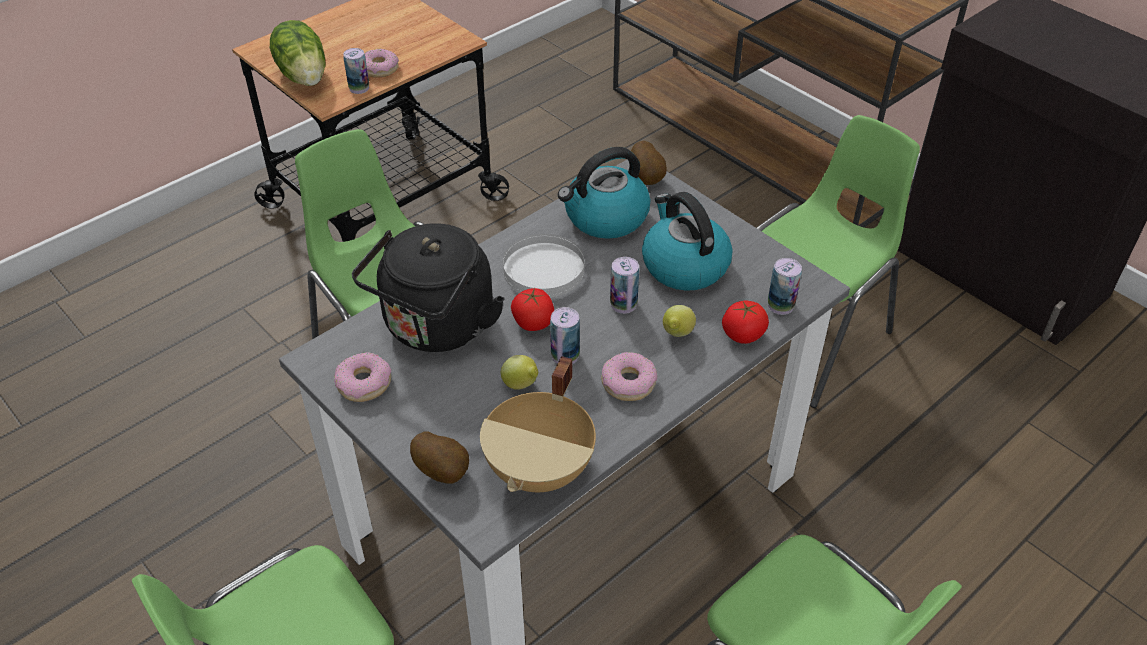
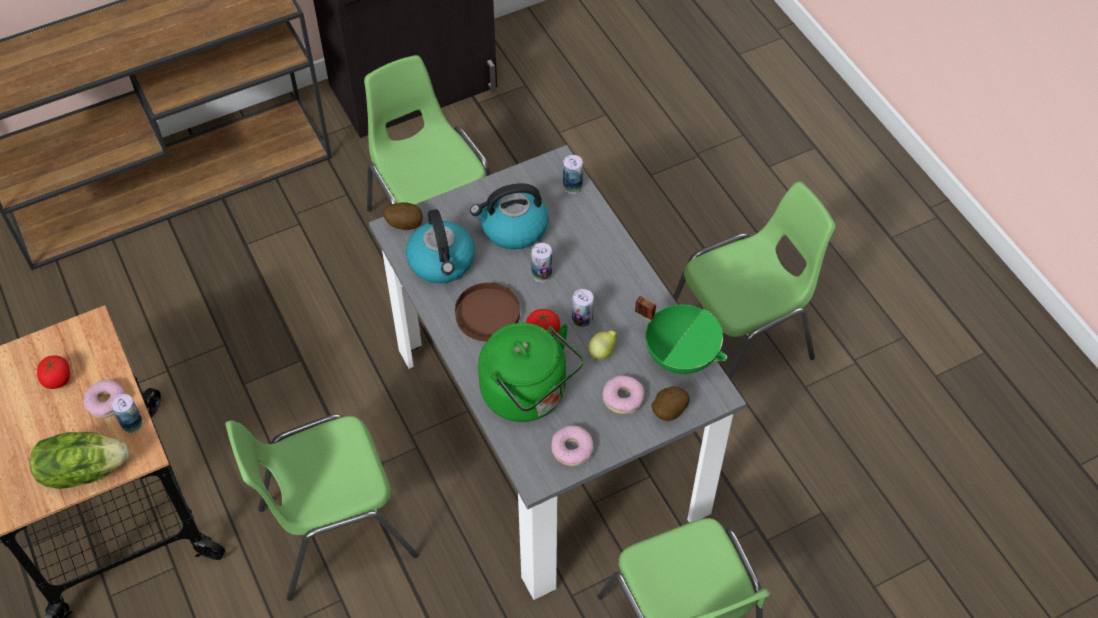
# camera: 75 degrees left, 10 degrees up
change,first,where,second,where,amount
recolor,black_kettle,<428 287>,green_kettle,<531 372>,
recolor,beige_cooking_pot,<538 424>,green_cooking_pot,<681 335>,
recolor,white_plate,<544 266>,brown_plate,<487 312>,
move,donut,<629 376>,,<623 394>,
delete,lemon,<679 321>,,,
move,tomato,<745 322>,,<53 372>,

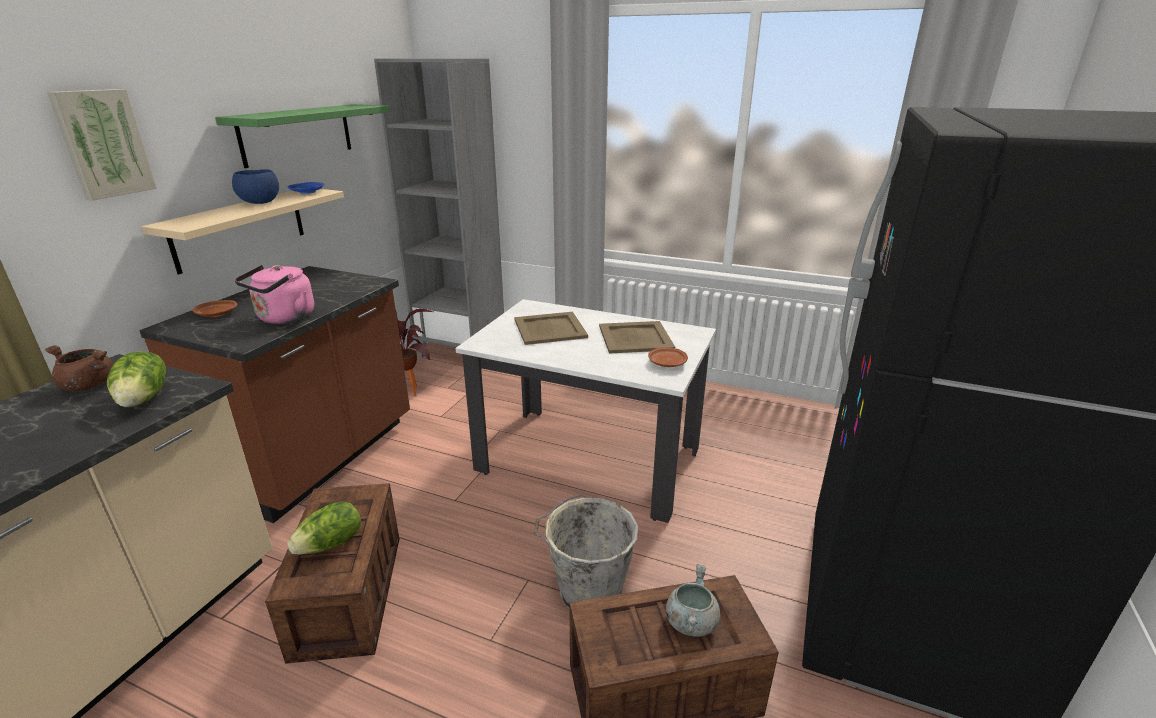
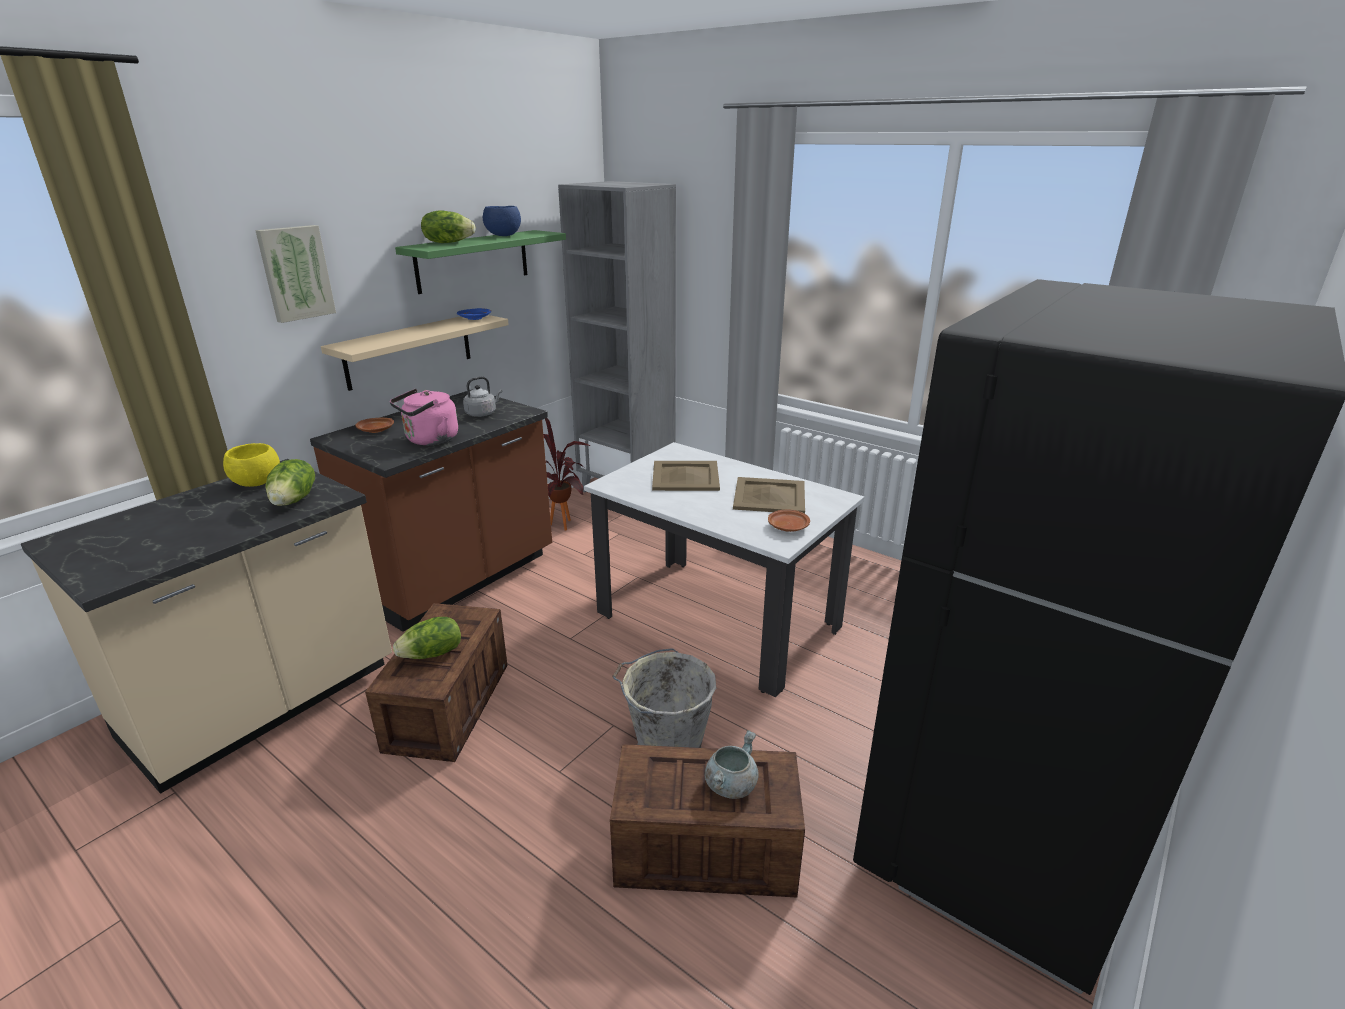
# camera: 15 degrees right, 0 degrees up
change,first,where,second,where,amount
replace,brown_cooking_pot,<79 368>,yellow_bowl,<251 465>,
move,blue_bowl,<255 186>,,<502 221>,
insert,,,lettuce,<448 226>,
insert,,,grey_kettle,<482 396>,

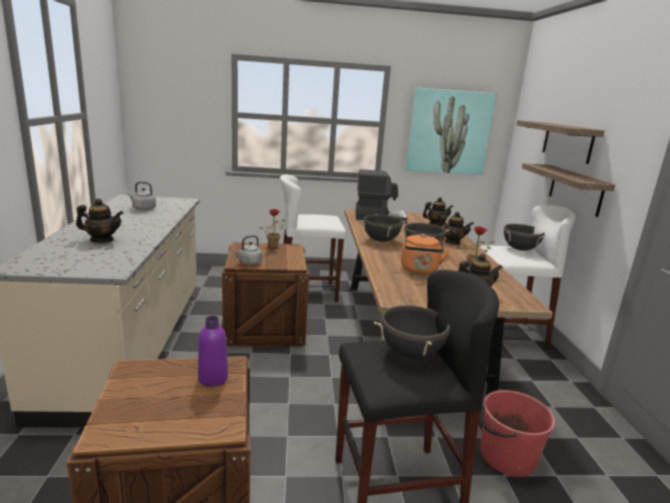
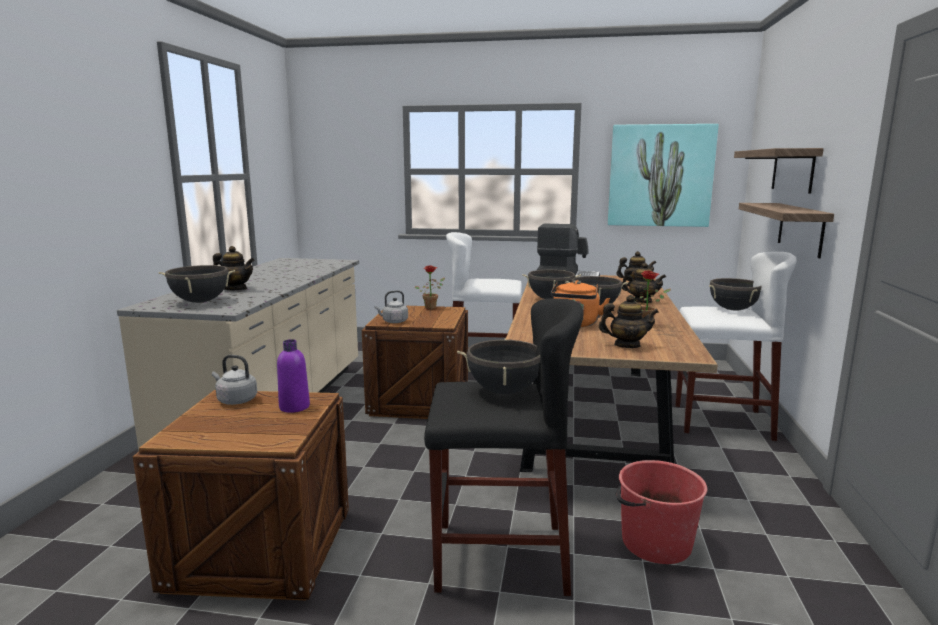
# camera: 15 degrees right, 5 degrees down
change,first,where,second,where,amount
move,grey_kettle,<141 196>,,<234 380>,
insert,,,black_cooking_pot,<197 284>,

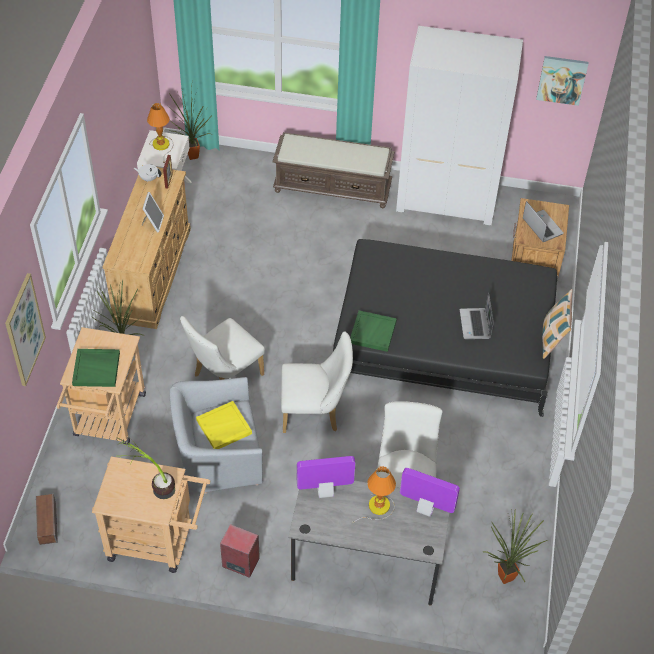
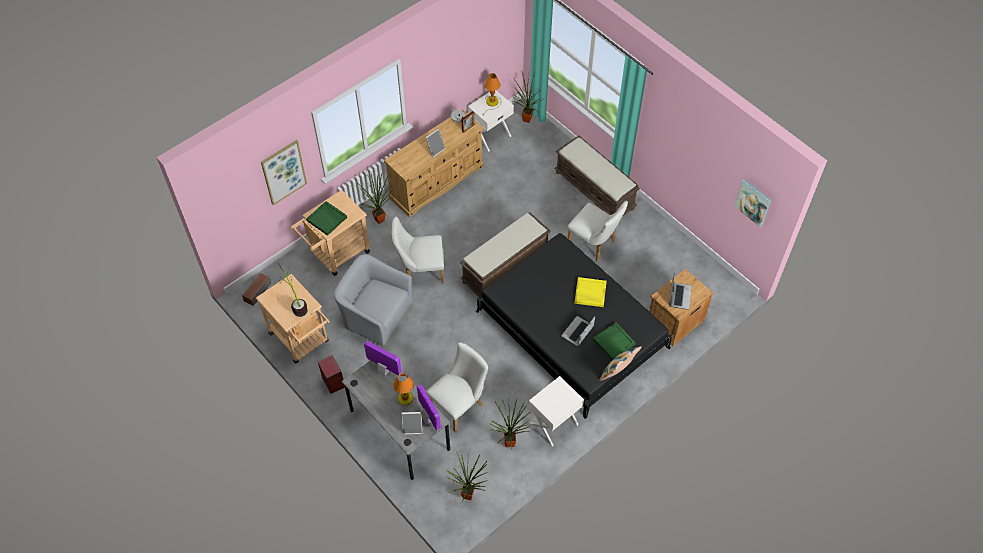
# camera: 40 degrees right, 5 degrees up
change,first,where,second,where,amount
move,yellow_tray,<224 425>,,<591 292>,
move,white_chair,<317 382>,,<598 230>,
move,green_tray,<373 331>,,<614 341>,
delete,white_wardrobe,<459 126>,,,
insert,,,picture_frame,<411 423>,
insert,,,brown_bench,<505 254>,
insert,,,potted_plant,<510 424>,
insert,,,white_nightstand,<556 411>,

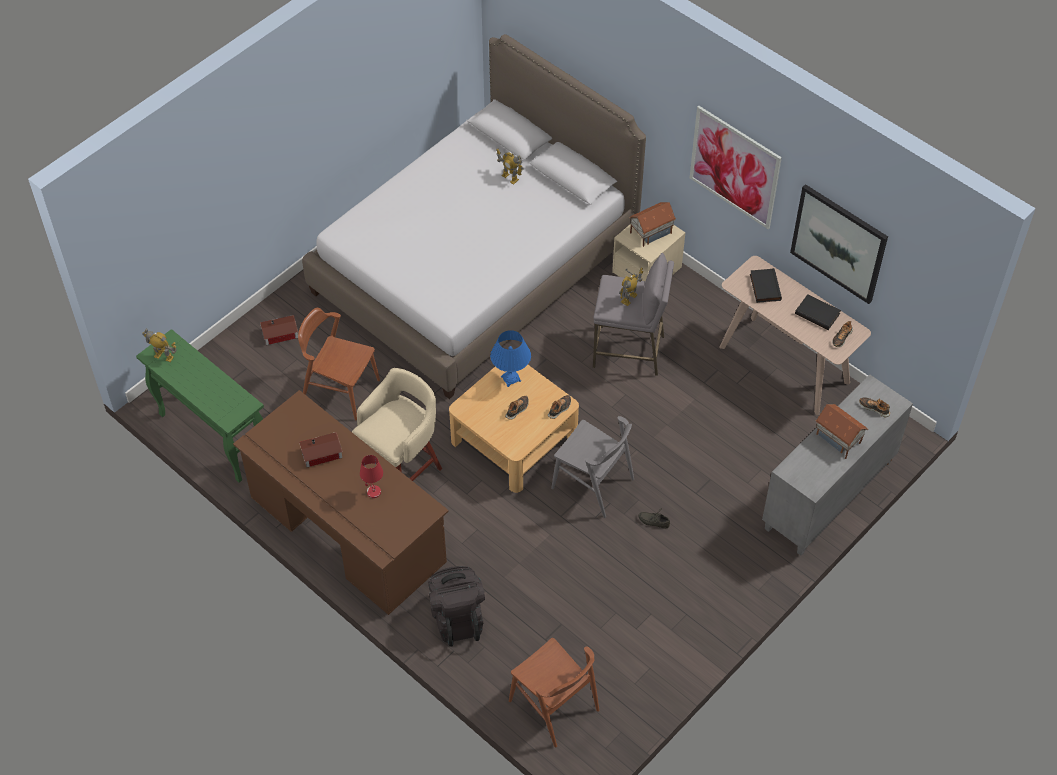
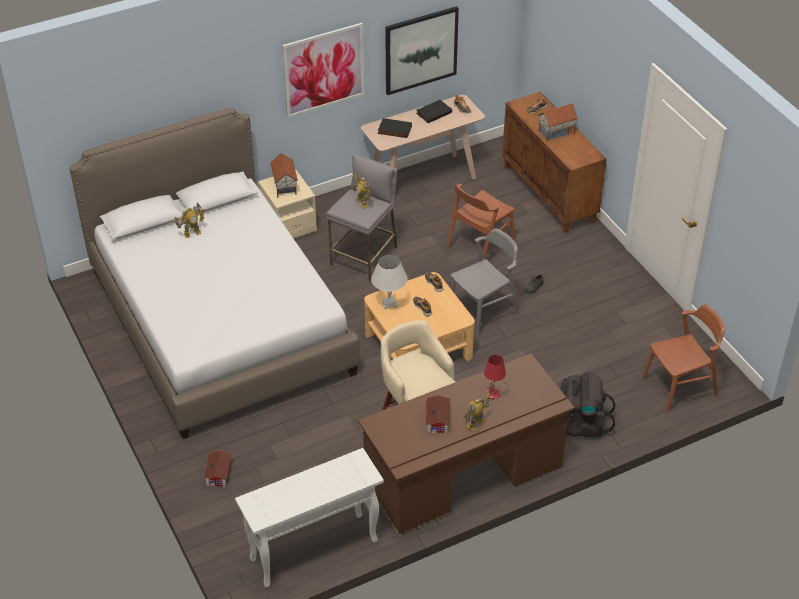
# camera: 70 degrees left, 10 degrees down
change,first,where,second,where,amount
recolor,green_console_table,<200 406>,white_console_table,<309 518>,
move,toy_robot,<159 345>,,<477 412>,
move,brown_chair,<339 364>,,<481 221>,
recolor,blue_table_lamp,<510 358>,white_table_lamp,<389 282>,
recolor,grey_cabinet,<837 465>,brown_cabinet,<554 162>,

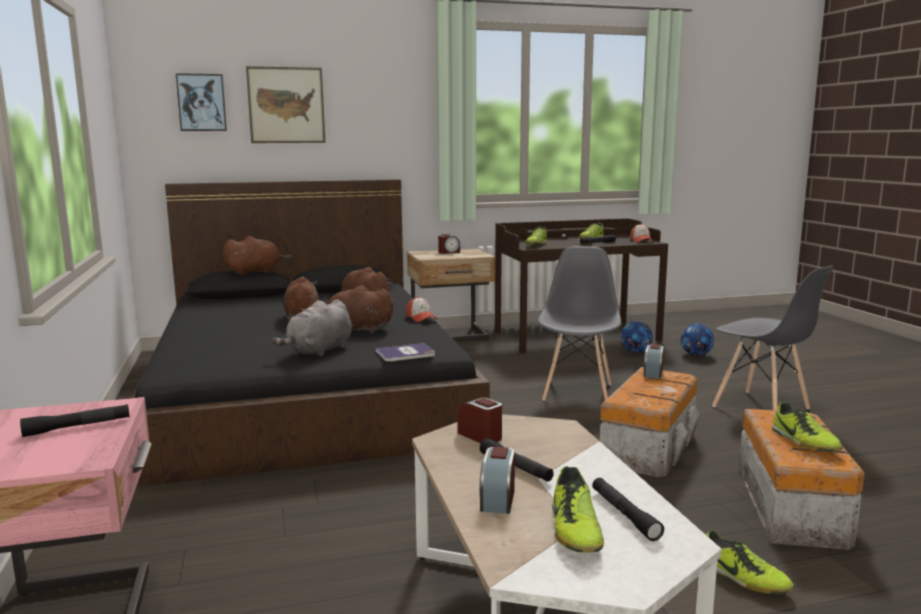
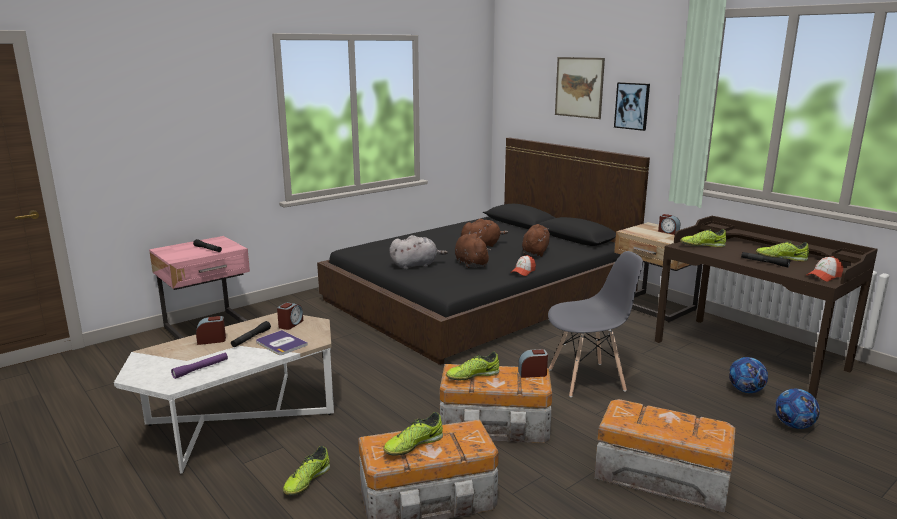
# camera: 65 degrees right, 5 degrees up
change,first,where,second,where,amount
move,picture,<201 102>,,<632 106>,
delete,brown_plush_toy,<257 255>,,,
rotate,grey_plush_toy,<312 328>,,<418 252>,150 degrees clockwise
move,book,<405 352>,,<282 342>,
move,shoe,<578 509>,,<472 366>,
recolor,black_flashlight,<628 509>,purple_flashlight,<199 366>,
replace,grey_chair,<773 337>,storage_box,<665 456>,

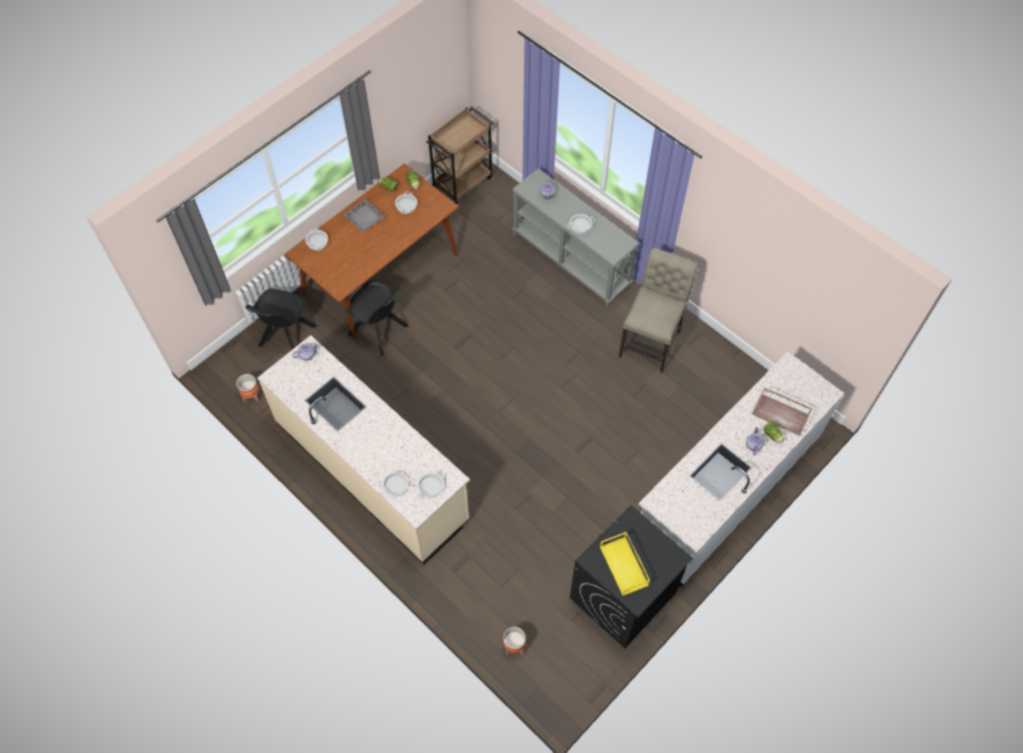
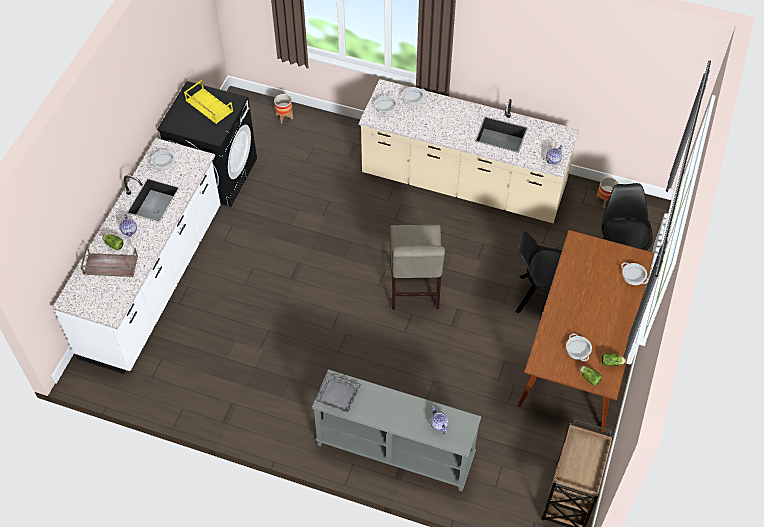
# camera: 155 degrees right, 5 degrees down
change,first,where,second,where,amount
move,grey_tray,<364 215>,,<338 393>,
move,cooking_pot,<581 224>,,<163 160>,
move,beige_chair,<658 310>,,<417 267>,

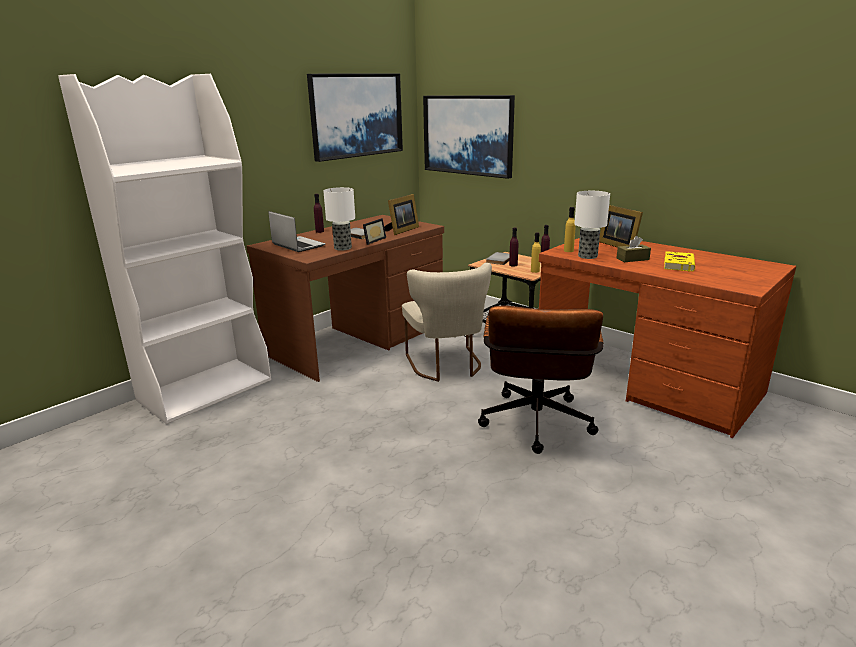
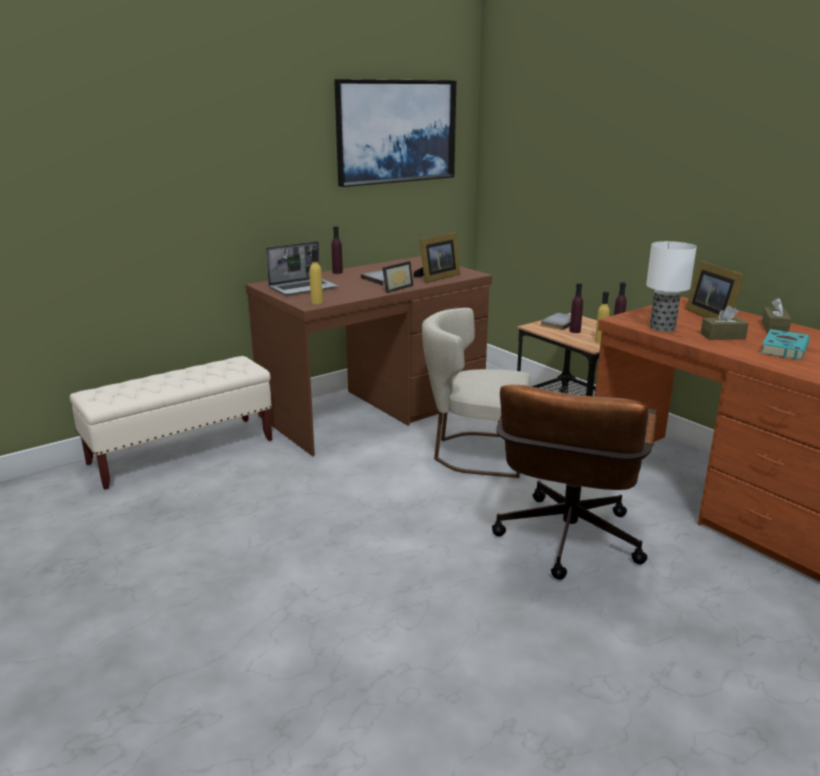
# camera: 10 degrees right, 0 degrees up
change,first,where,second,where,amount
replace,white_bookcase,<164 249>,beige_bench,<171 423>,
rotate,laptop,<297 231>,,<302 268>,90 degrees clockwise
delete,table_lamp,<339 219>,,,
rotate,beige_chair,<447 322>,,<476 393>,105 degrees clockwise
delete,picture,<469 137>,,,
move,yellow_bottle,<570 229>,,<316 276>,
recolor,yellow_book,<679 261>,turquoise_book,<785 344>,
insert,,,brown_tissue_box,<776 315>,

